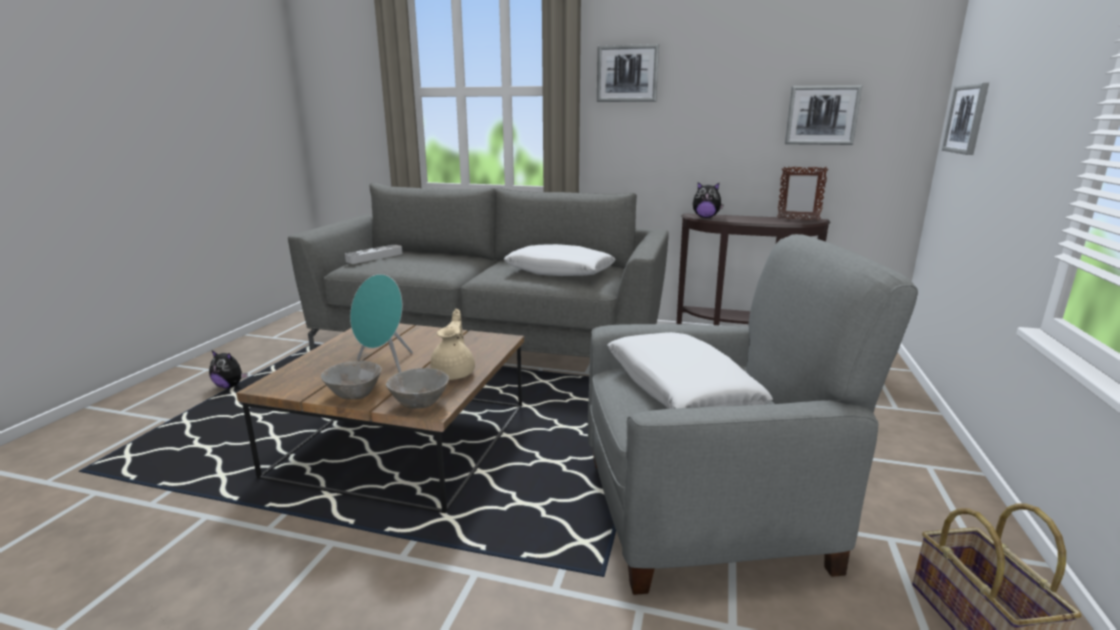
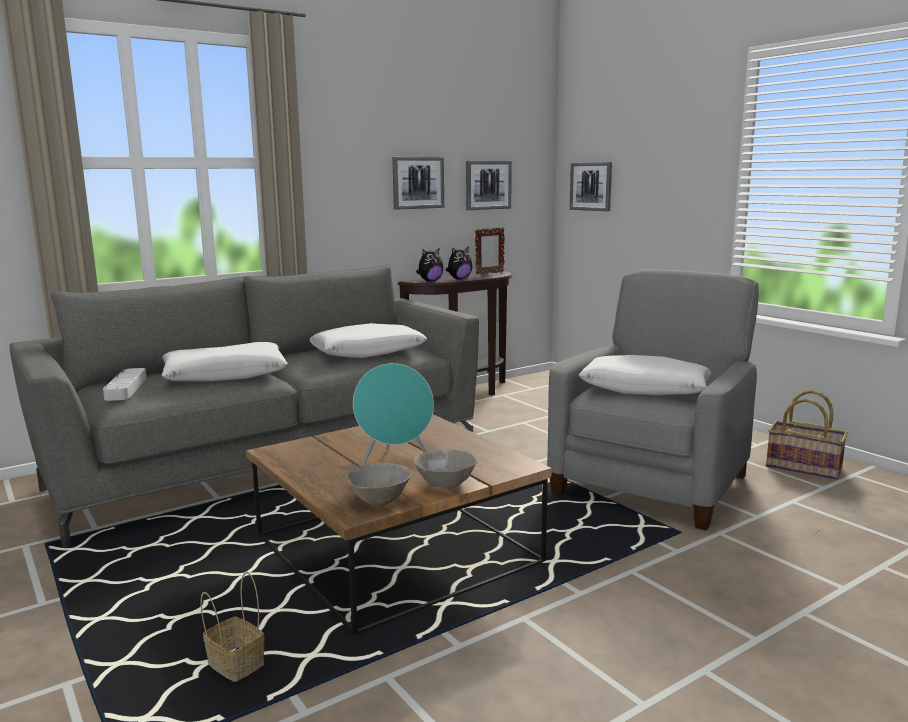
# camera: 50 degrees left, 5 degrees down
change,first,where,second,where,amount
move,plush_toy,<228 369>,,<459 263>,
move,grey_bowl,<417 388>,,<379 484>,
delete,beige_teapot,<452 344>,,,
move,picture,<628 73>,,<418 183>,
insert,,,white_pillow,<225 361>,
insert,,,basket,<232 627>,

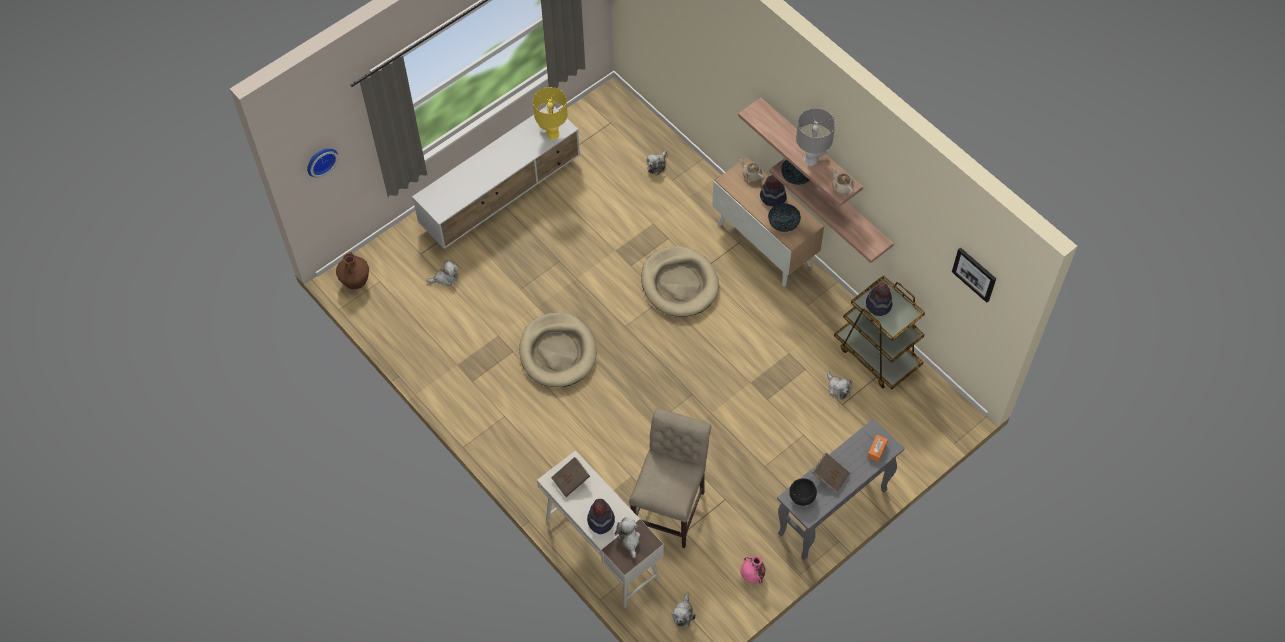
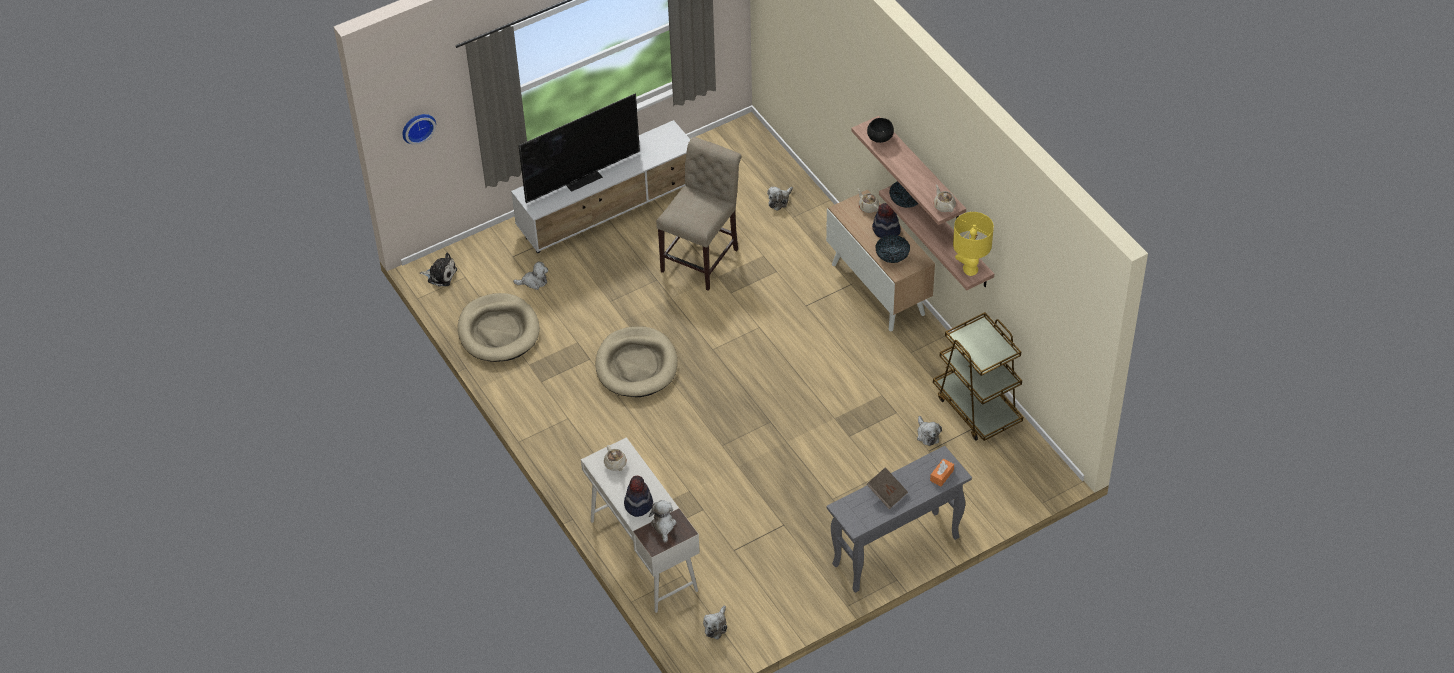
# camera: 10 degrees right, 10 degrees down
change,first,where,second,where,amount
replace,brown_vase,<352 270>,plush_toy,<438 269>,
move,yellow_table_lamp,<550 113>,,<973 244>,
replace,brown_book,<570 477>,beige_teapot,<615 458>,
move,beige_chair,<670 478>,,<699 214>,
move,beige_dog_bed,<680 281>,,<499 327>,
delete,pink_vase,<753 570>,,,
move,black_bowl,<803 492>,,<880 130>,
delete,grey_table_lamp,<815 137>,,,
delete,hat,<879 299>,,,
delete,picture,<974 275>,,,
insert,,,television,<579 148>,

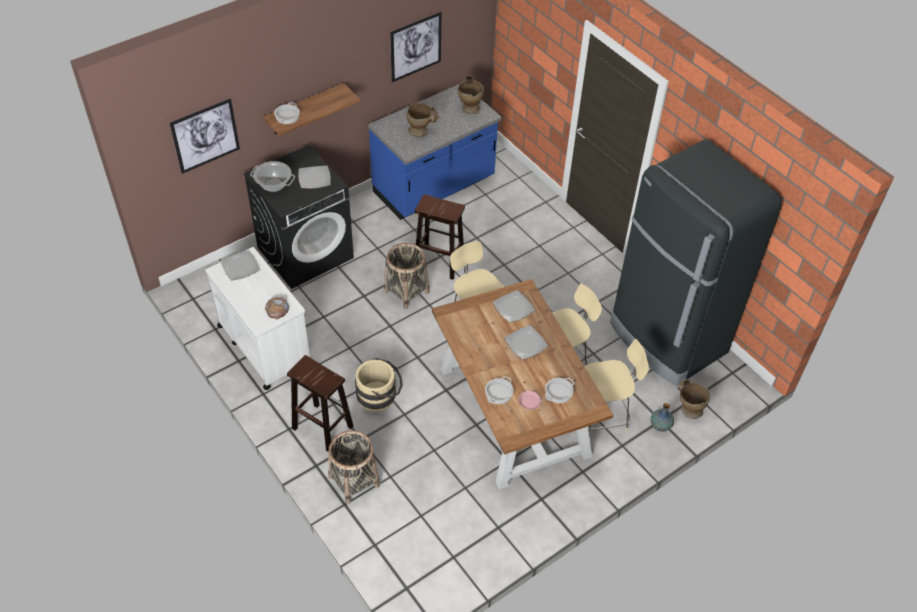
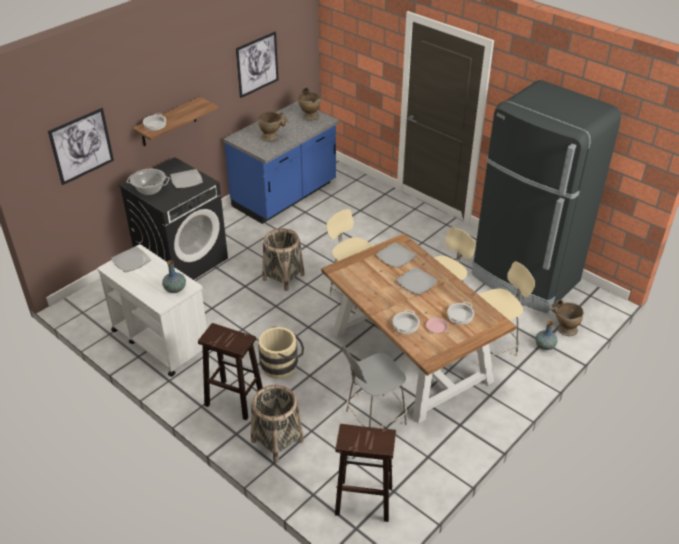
# camera: 10 degrees left, 10 degrees down
change,first,where,second,where,amount
replace,bread,<277 308>,vase,<174 276>,
move,brown_stool,<440 237>,,<365 473>,
insert,,,grey_chair,<374 387>,

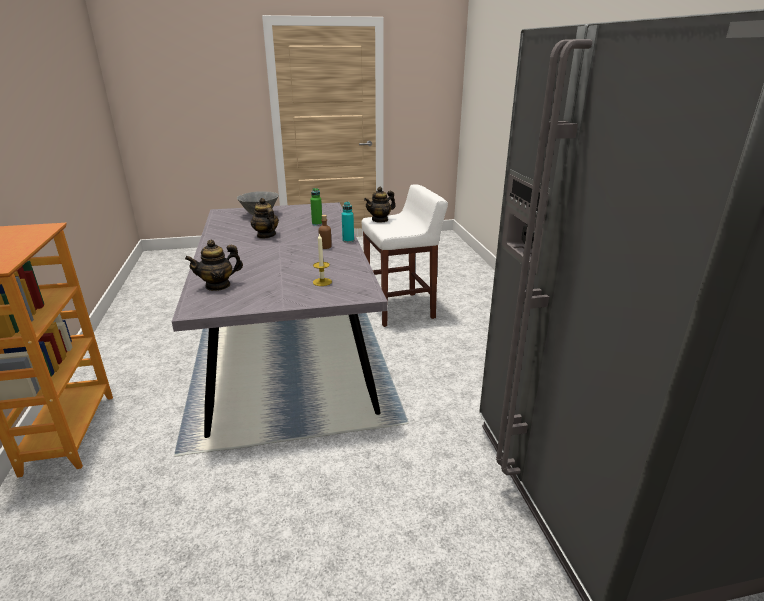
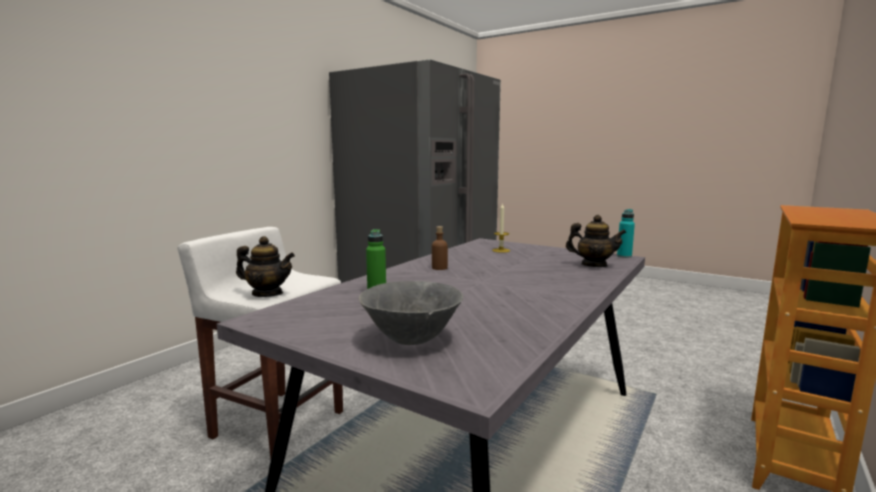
# camera: 135 degrees left, 15 degrees down
change,first,where,second,where,amount
delete,teapot,<265 218>,,,
move,turquoise_bottle,<348 222>,,<626 233>,

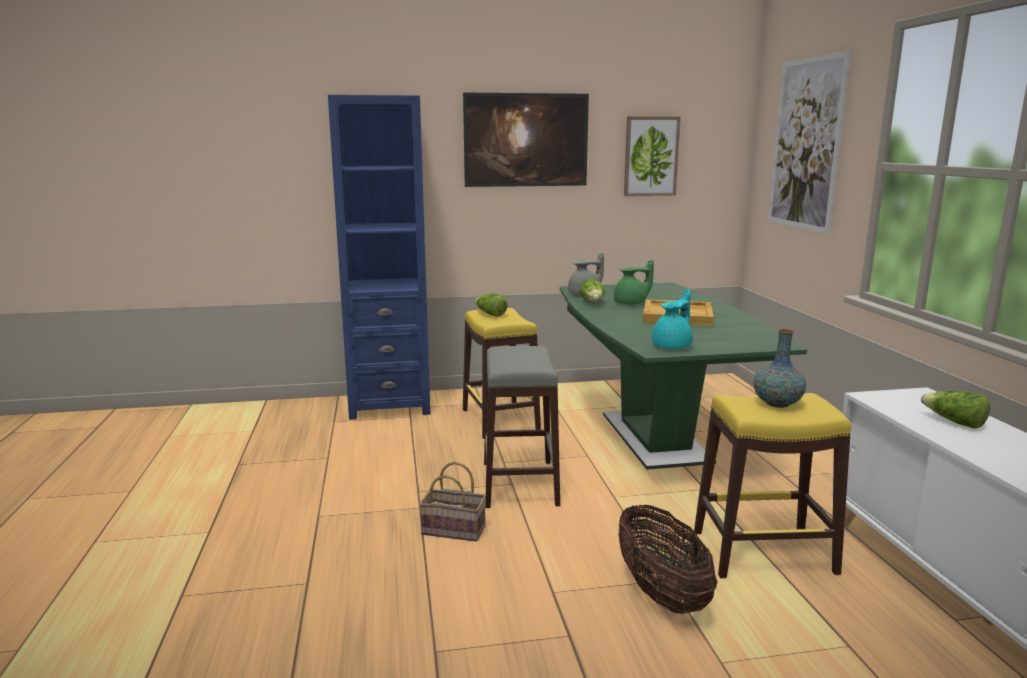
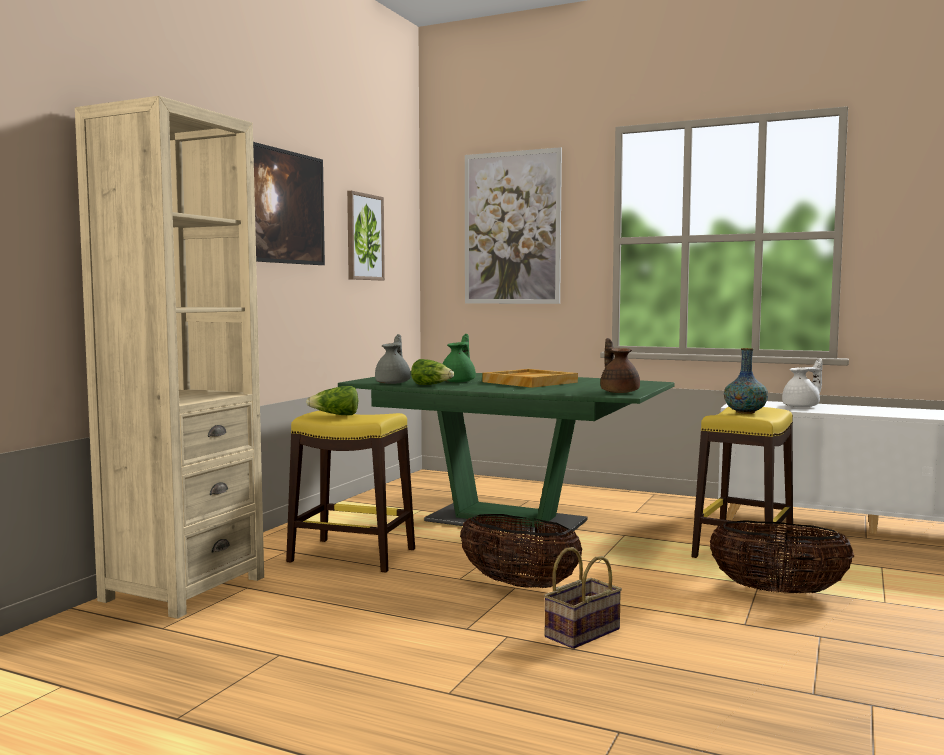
# camera: 55 degrees left, 10 degrees down
change,first,where,second,where,amount
recolor,blue_bookcase,<379 257>,beige_bookcase,<169 357>,
replace,grey_stool,<522 427>,basket,<521 551>,
recolor,turquoise_teapot,<672 319>,brown_teapot,<620 365>,
replace,lettuce,<955 410>,white_teapot,<802 383>,

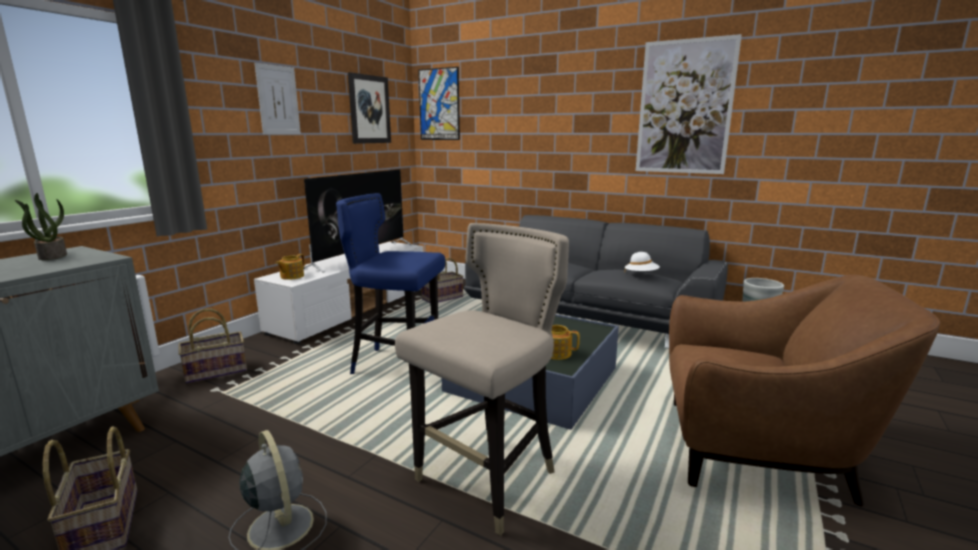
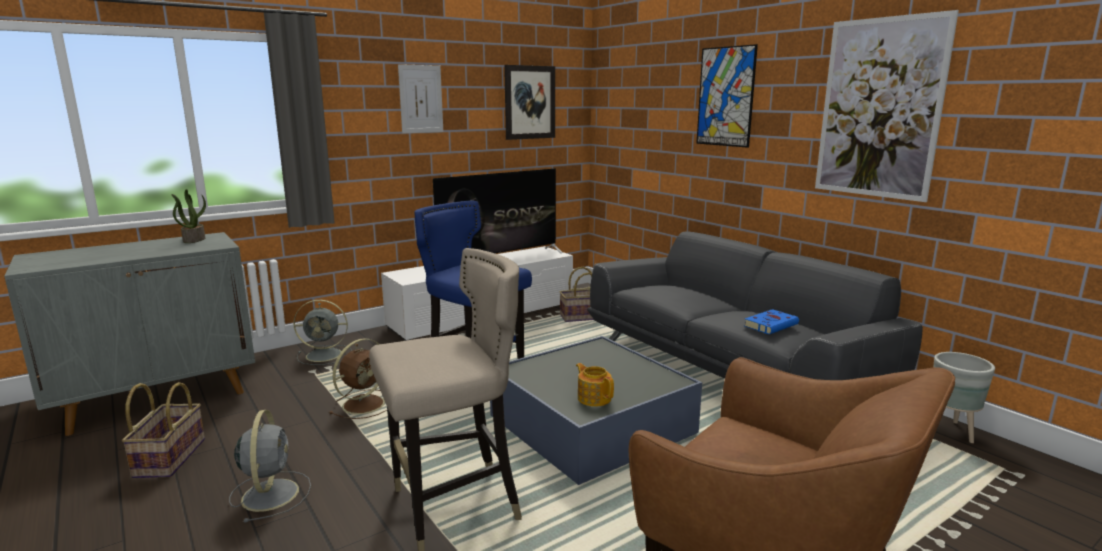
# camera: 25 degrees right, 0 degrees up
change,first,where,second,where,amount
replace,basket,<212 346>,grey_fan,<322 332>,
delete,teapot,<290 267>,,,
move,picture,<439 103>,,<727 96>,
replace,white_hat,<642 262>,blue_book,<771 322>,
insert,,,brown_fan,<358 378>,

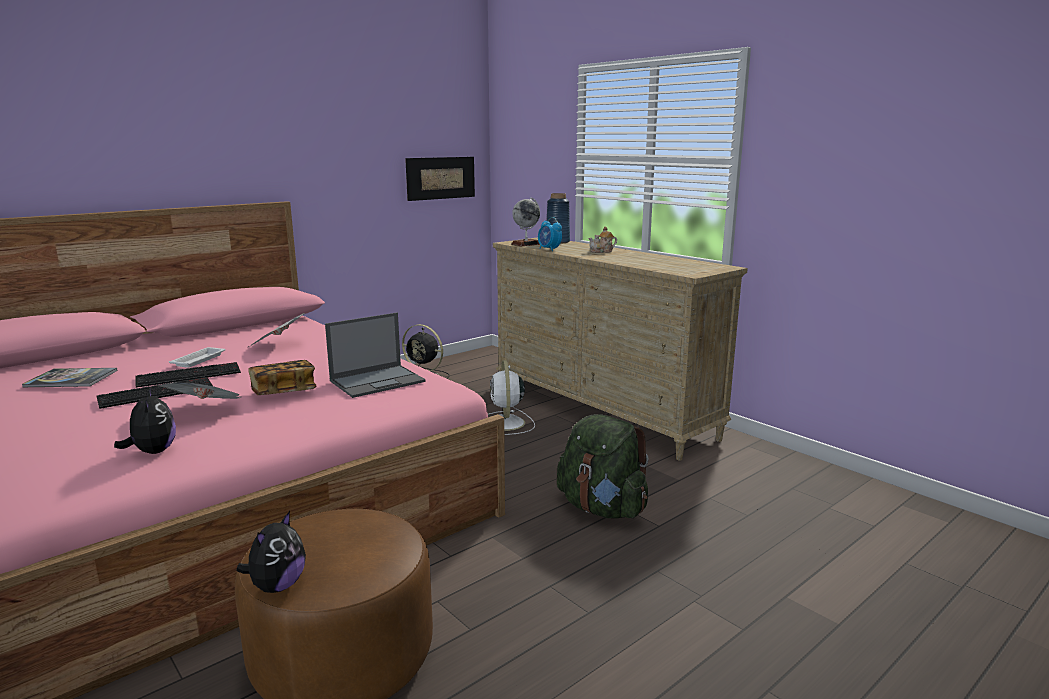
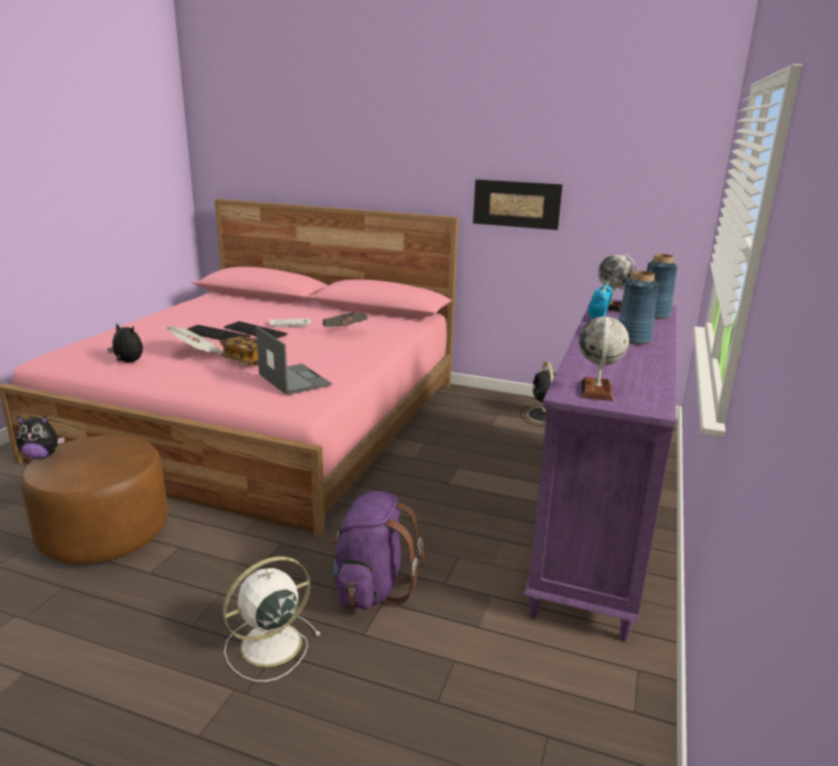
# camera: 60 degrees right, 5 degrees up
change,first,where,second,where,amount
delete,book,<70 377>,,,
rotate,plush_toy,<145 420>,,<125 343>,105 degrees counterclockwise
rotate,laptop,<375 355>,,<294 360>,150 degrees counterclockwise
move,picture,<440 179>,,<518 204>,
move,white_fan,<512 397>,,<272 619>,
recolor,beige_dresser,<620 348>,purple_dresser,<600 470>,
recolor,green_backpack,<603 466>,purple_backpack,<376 550>,
replace,teapot,<602 240>,blue_vase,<638 308>,
insert,,,globe,<604 358>,

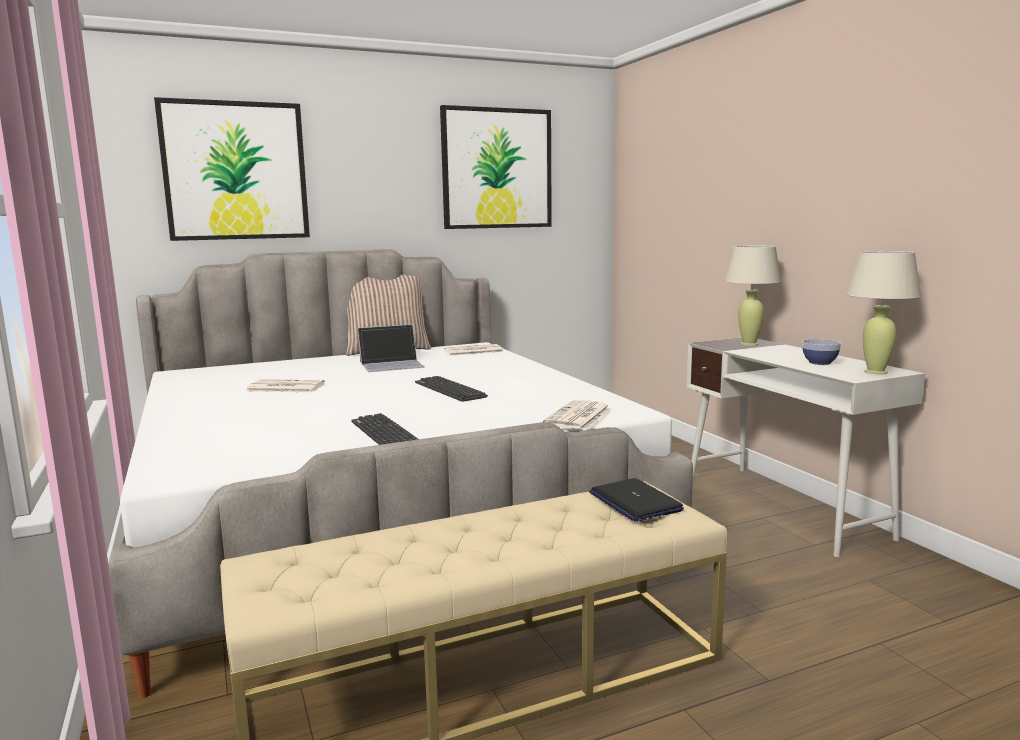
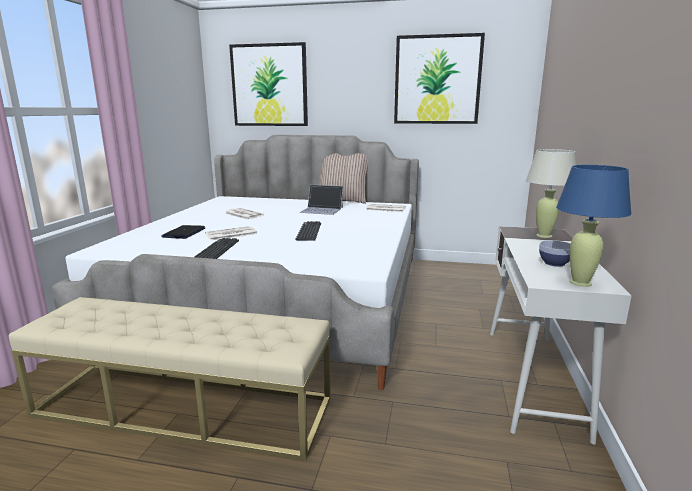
# camera: 35 degrees right, 5 degrees up
change,first,where,second,where,amount
move,newspaper,<577 415>,,<231 233>,
move,laptop,<636 500>,,<183 232>,
recolor,beige_table_lamp,<883 312>,blue_table_lamp,<594 226>,

